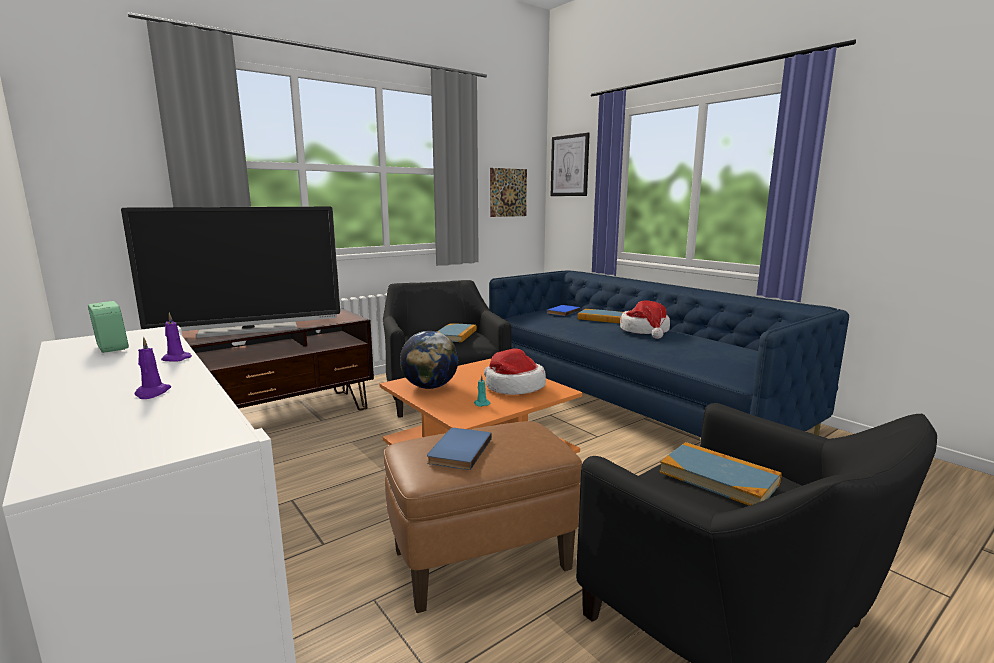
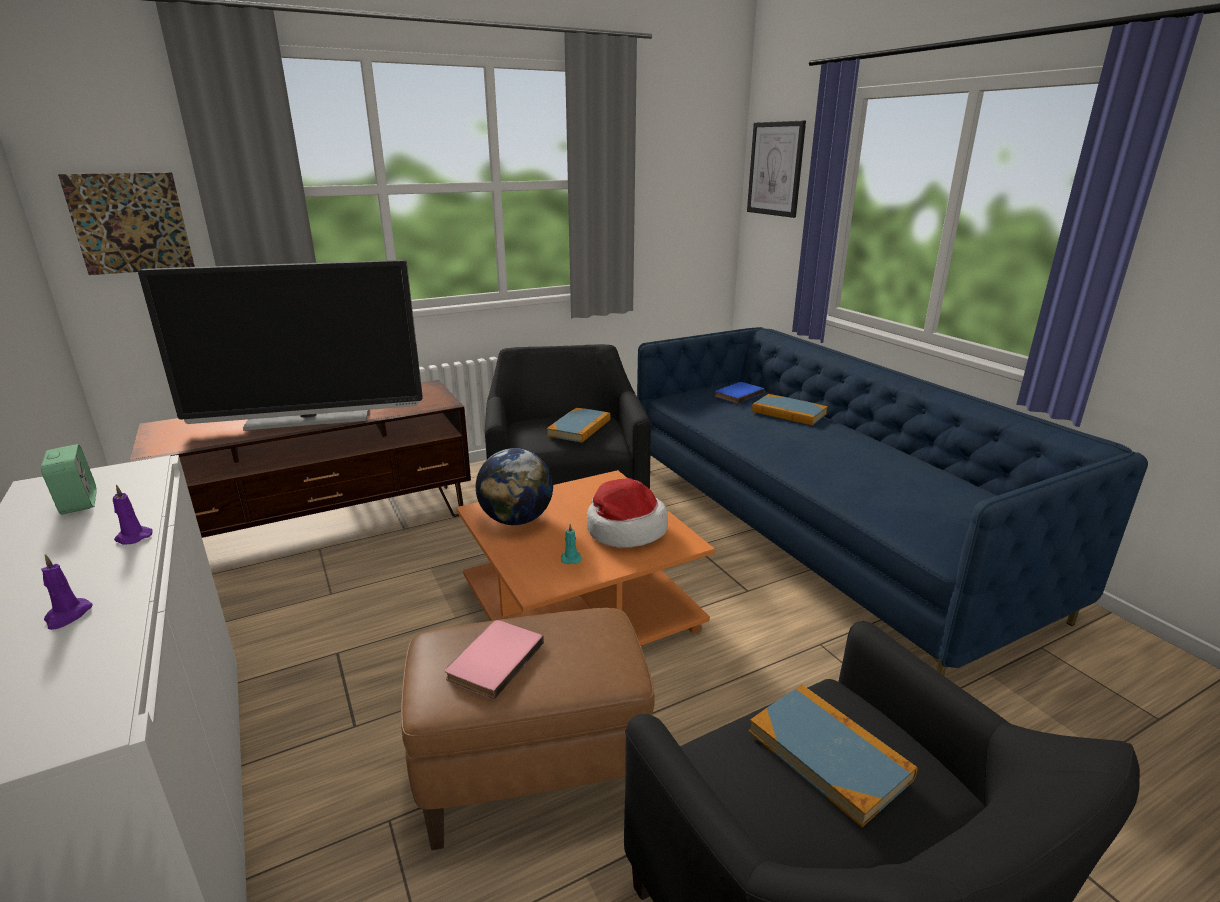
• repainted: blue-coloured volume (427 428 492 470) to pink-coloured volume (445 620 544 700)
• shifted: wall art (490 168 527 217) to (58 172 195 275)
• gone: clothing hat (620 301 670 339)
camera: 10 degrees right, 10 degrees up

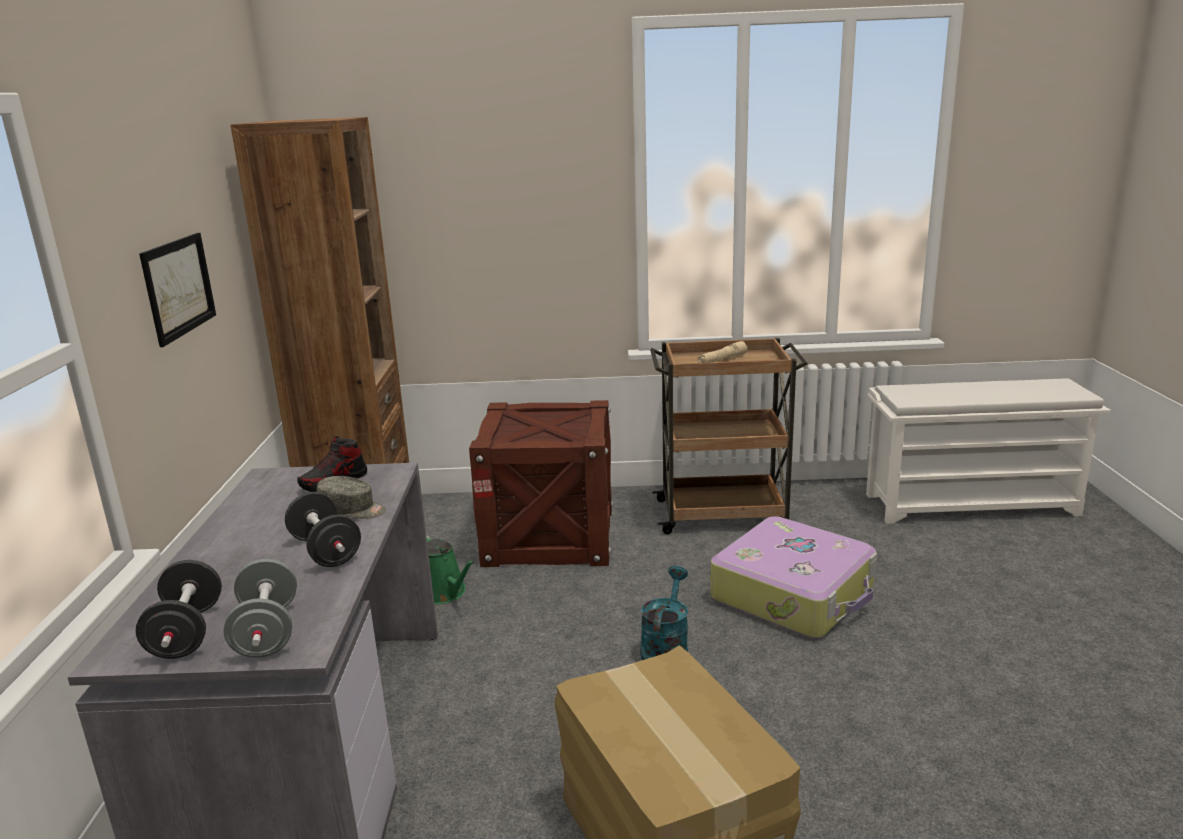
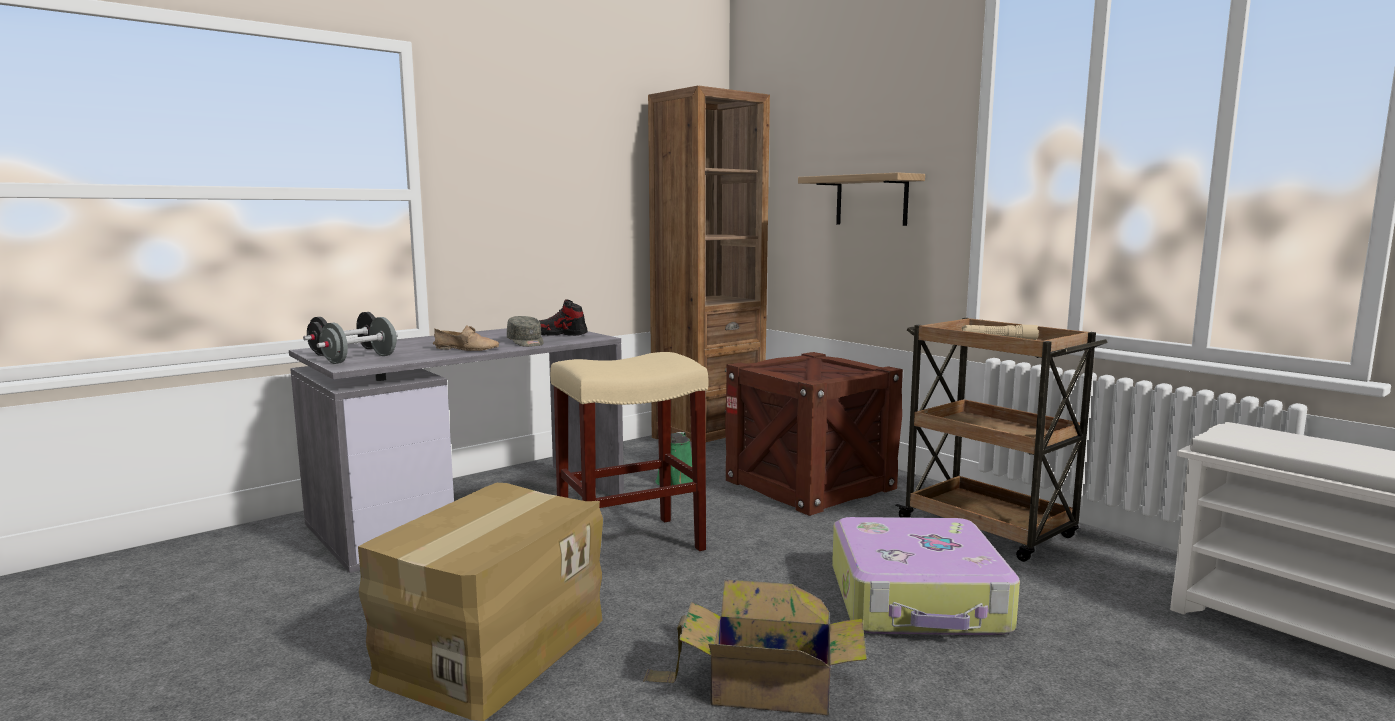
• gone: wall art (139 233 216 347)
• swapped: black-coloured free weight (285 492 361 567) to beige shoe (433 325 499 351)
• gone: turquoise watering can (640 566 688 660)
• new: beige stool (550 352 708 551)
• new: packing box (643 579 867 715)
• new: shelf (798 173 925 226)
camera: 50 degrees right, 10 degrees down

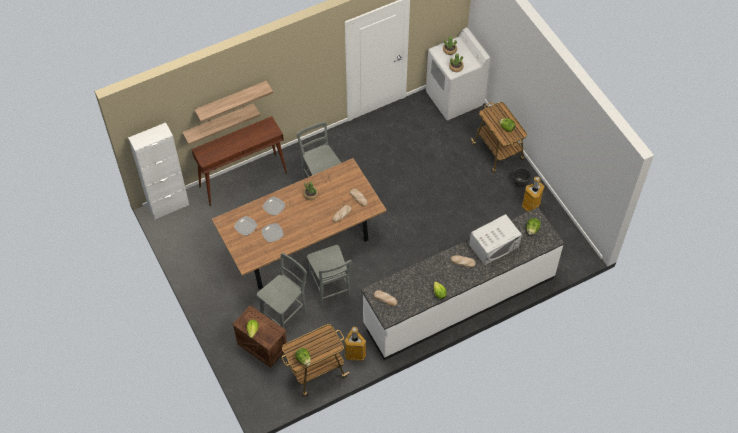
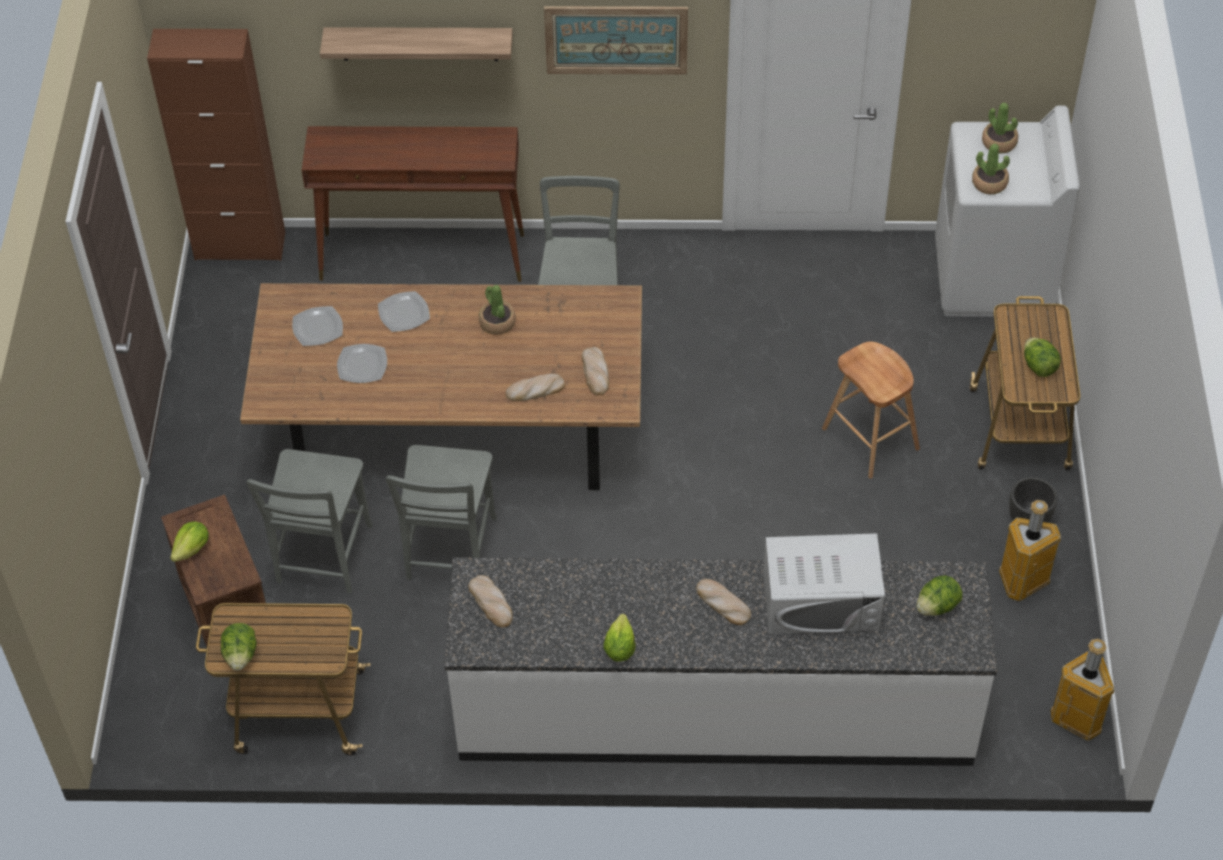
• repainted: white-coloured cabinet (128 122 189 220) to brown-coloured cabinet (147 29 285 261)
• gone: shelf (182 103 260 145)
• rotated: grey plain chair (257 253 307 328) = (246 449 373 593) 120 degrees clockwise
• shifted: waste bin (344 327 366 361) to (1051 639 1115 741)
• new: wall art (544 6 688 75)
• new: brown-coloured stool (822 341 920 479)
camera: 30 degrees right, 5 degrees down

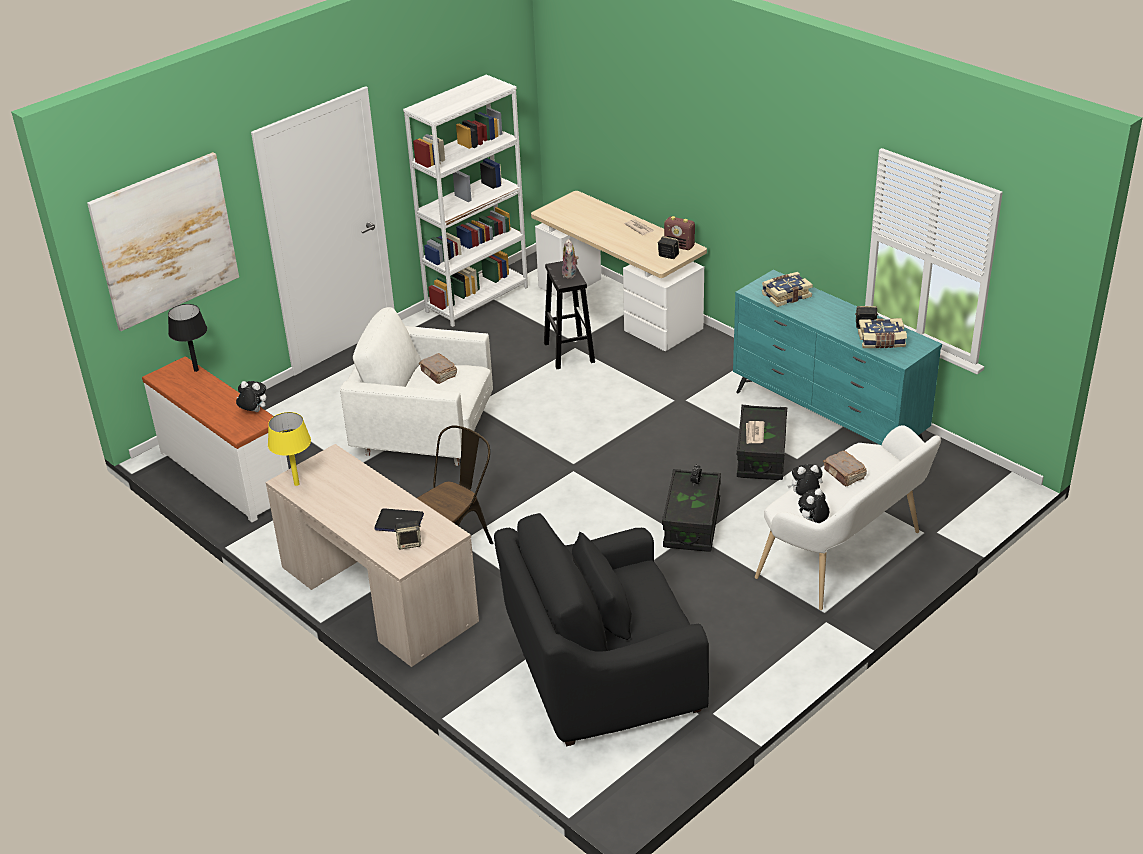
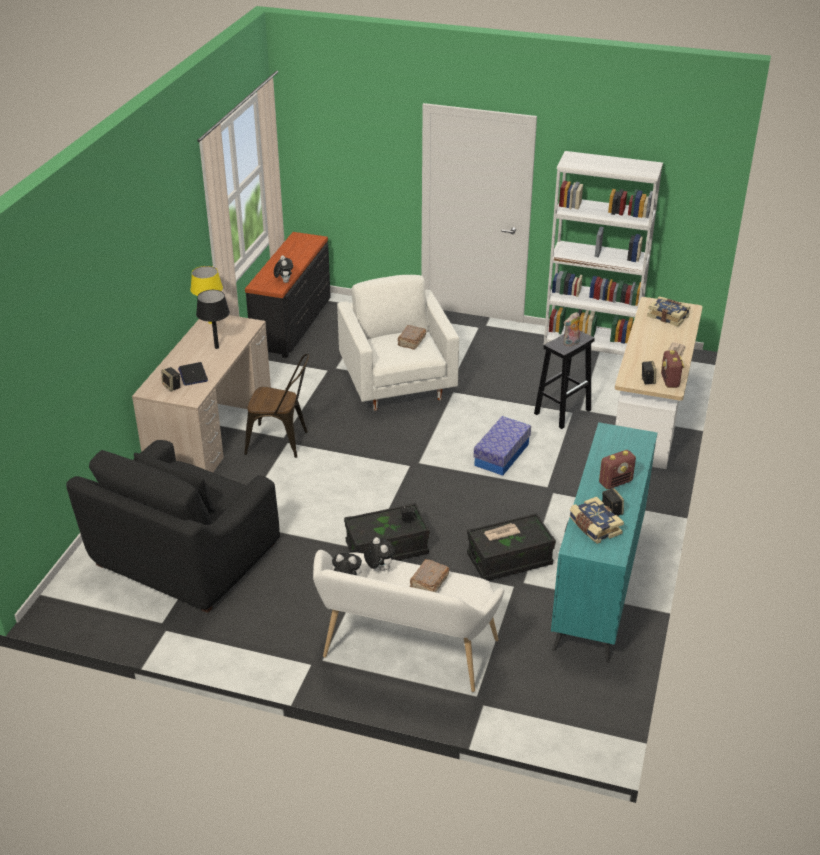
• gone: wall art (87 152 239 331)
• repainted: white-coloured dresser (142 356 289 522) to black-coloured dresser (245 232 331 358)
• shifted: black-coloured table lamp (168 304 207 372) to (196 290 230 349)
• rotated: black-coloured easy chair (494 513 709 746) = (66 440 280 613) 105 degrees counterclockwise
• shifted: volume (762 272 813 307) to (647 296 690 326)
• new: storage box (474 416 531 476)
• new: radio set (599 450 636 489)
camera: 60 degrees right, 0 degrees up

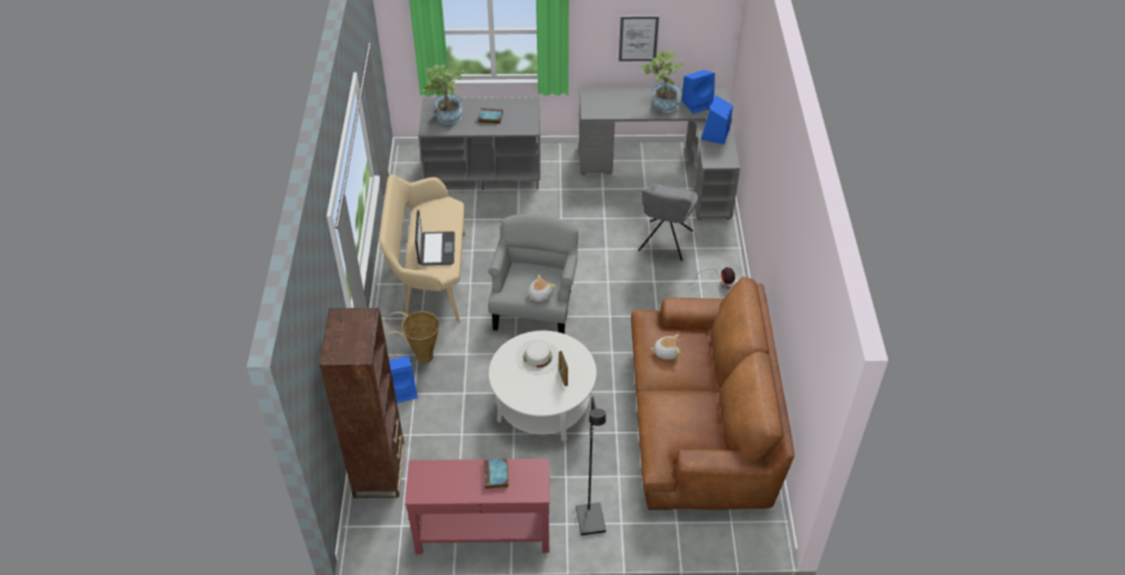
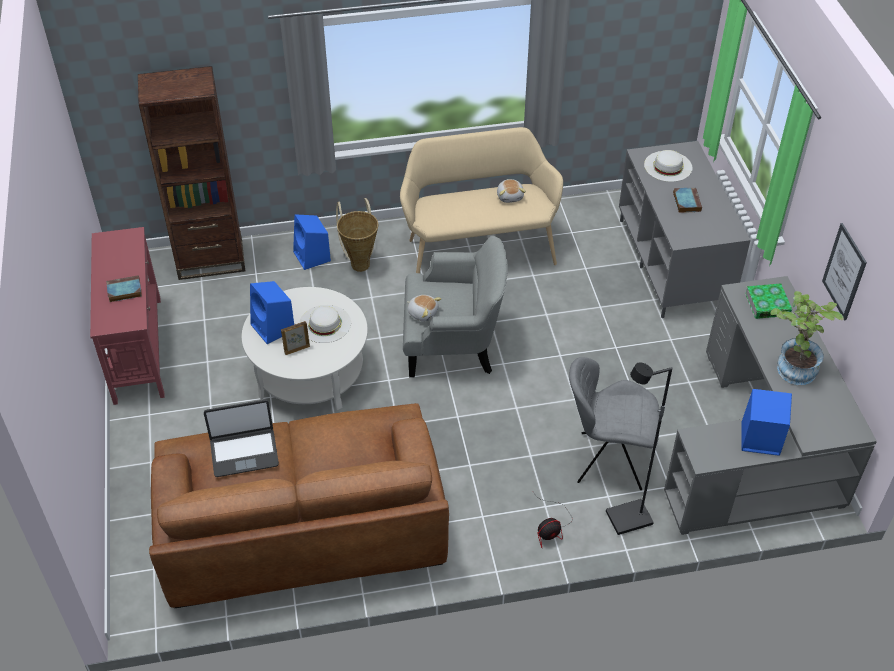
• shifted: notebook computer (415 210 455 266) to (204 400 279 477)
• swapped: plant in a pot (423 64 465 124) to white-coloured clothing hat (644 150 692 182)
• shifted: black-coloured standard lamp (576 396 606 536) to (606 362 672 535)
• shifted: soft toy (651 334 681 360) to (497 179 526 203)
• shifted: blue-coloured speaker (682 70 715 114) to (250 281 294 344)
• new: volume (745 283 792 319)
camera: 80 degrees right, 0 degrees up

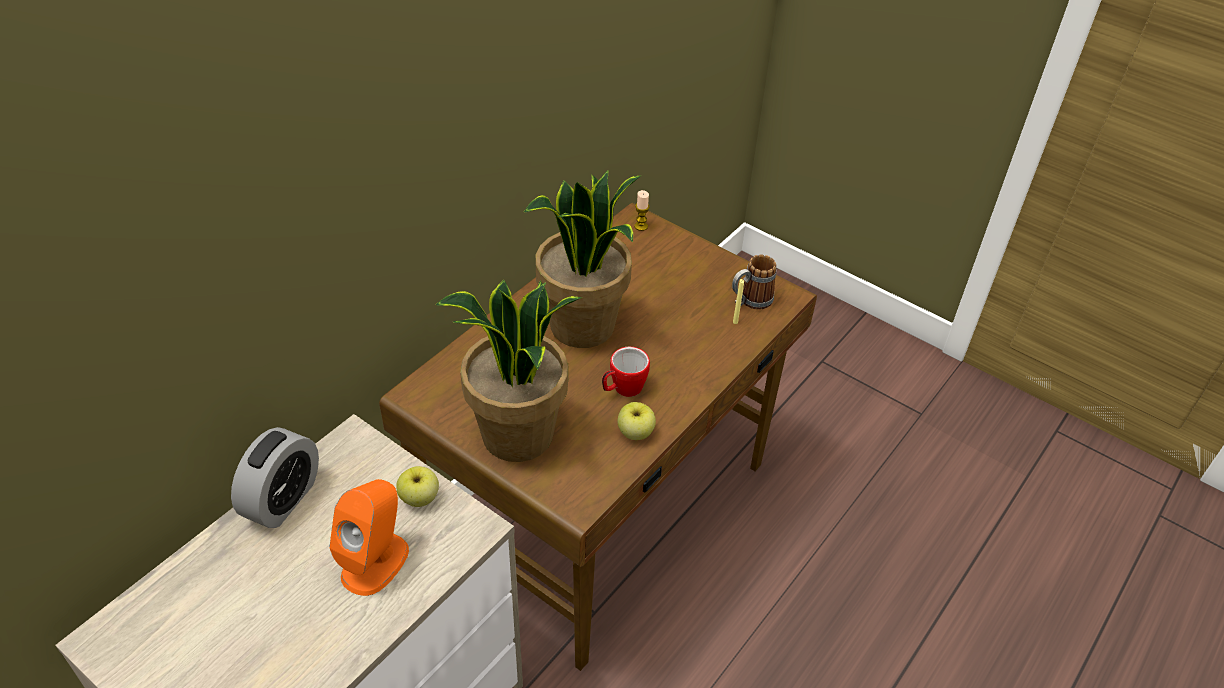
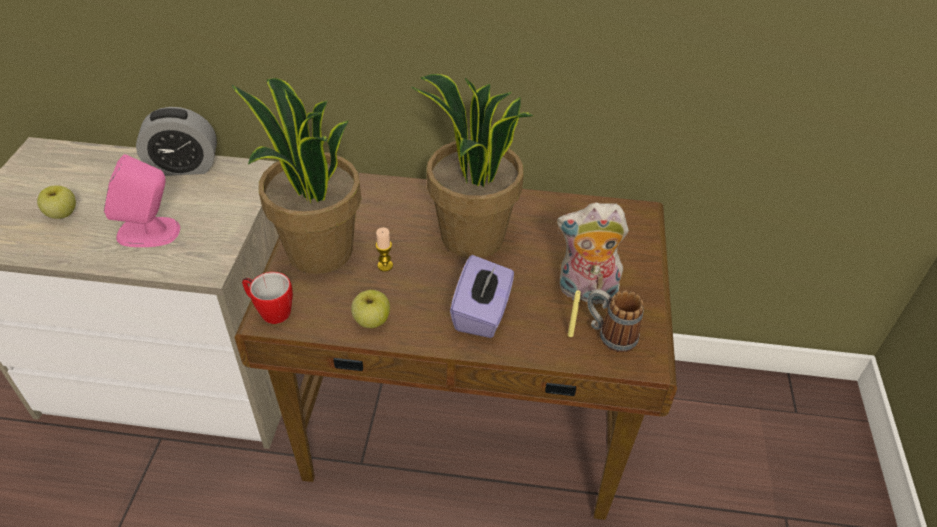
• repainted: orange-coloured speaker (329 479 409 596) to pink-coloured speaker (104 154 180 247)
• shifted: apple (396 466 439 507) to (37 185 76 219)
• shifted: tea mug (602 347 650 397) to (242 272 293 324)
• shifted: wax candle (634 190 650 231) to (376 227 393 271)
• new: purplish box of tissues (450 255 514 338)
• new: soft toy (557 202 629 305)
camera: 60 degrees right, 0 degrees up

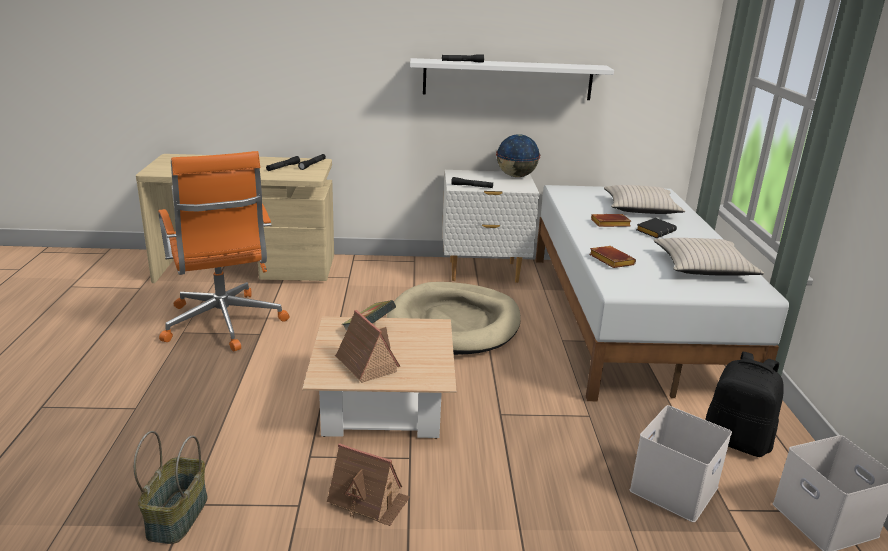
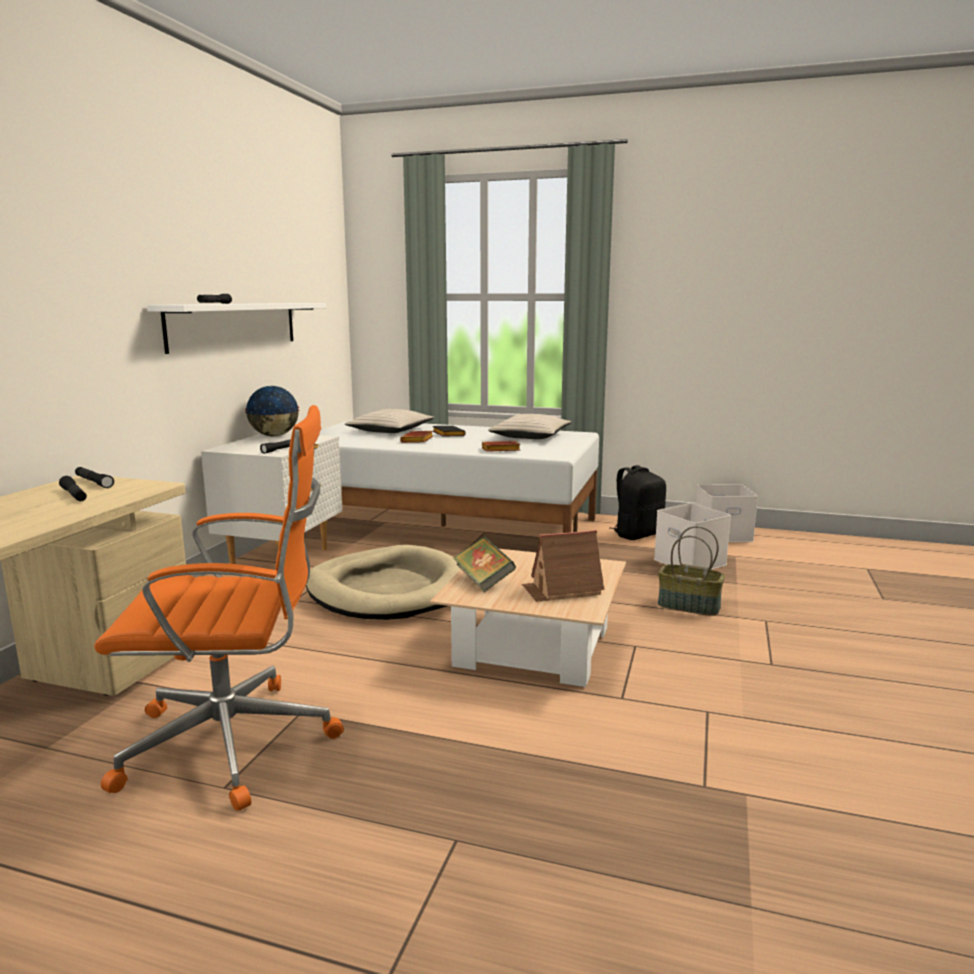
• shifted: storage basket (134 431 208 544) to (658 526 725 616)
• gone: miniature house (327 443 410 526)
camera: 70 degrees left, 10 degrees down

